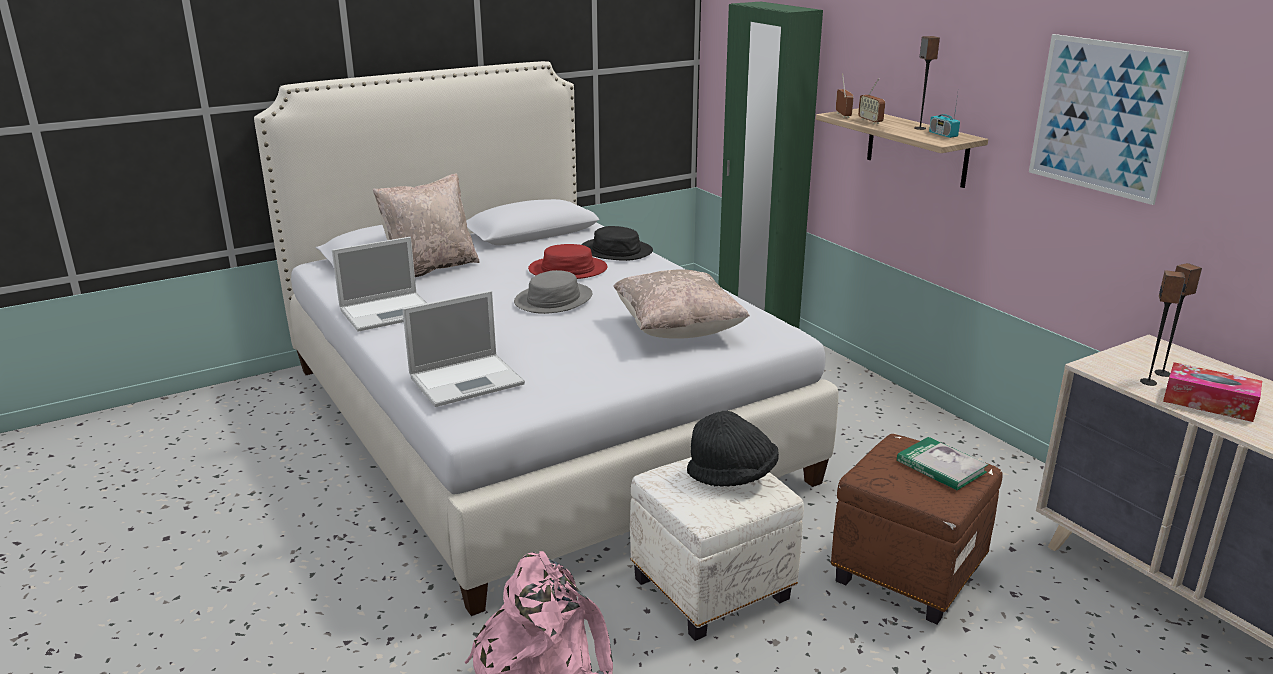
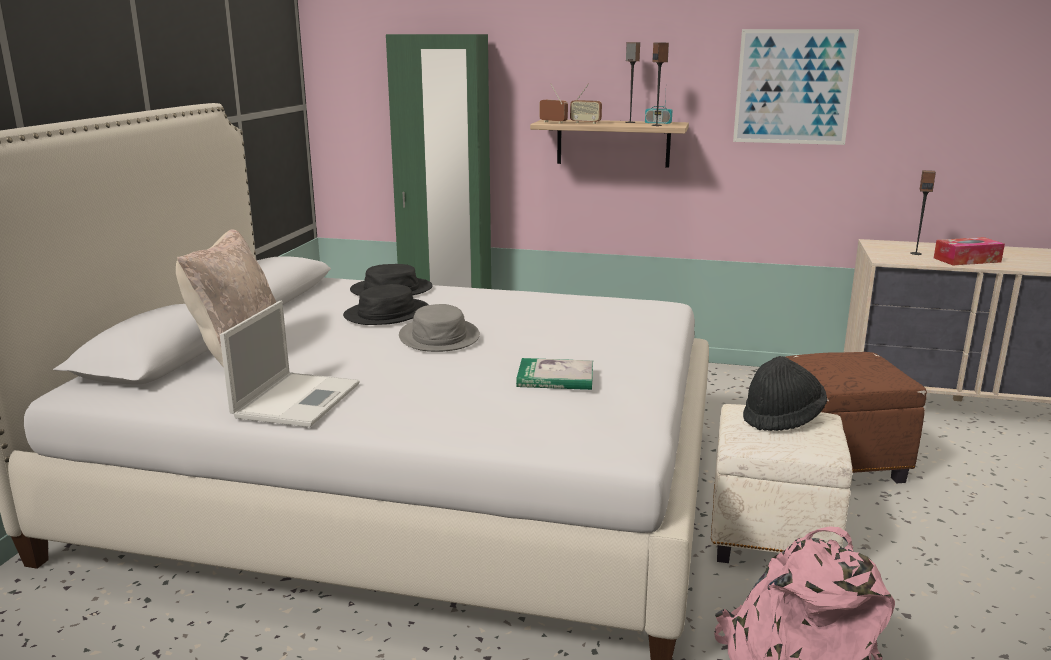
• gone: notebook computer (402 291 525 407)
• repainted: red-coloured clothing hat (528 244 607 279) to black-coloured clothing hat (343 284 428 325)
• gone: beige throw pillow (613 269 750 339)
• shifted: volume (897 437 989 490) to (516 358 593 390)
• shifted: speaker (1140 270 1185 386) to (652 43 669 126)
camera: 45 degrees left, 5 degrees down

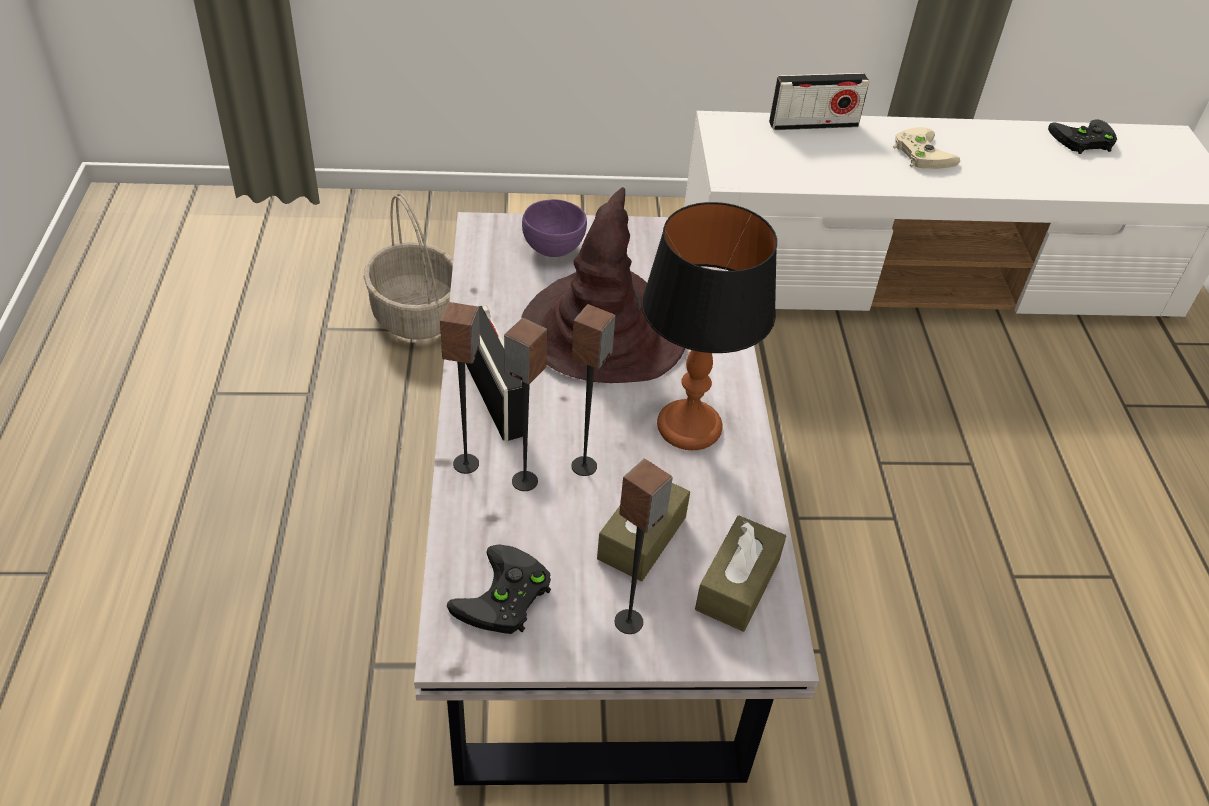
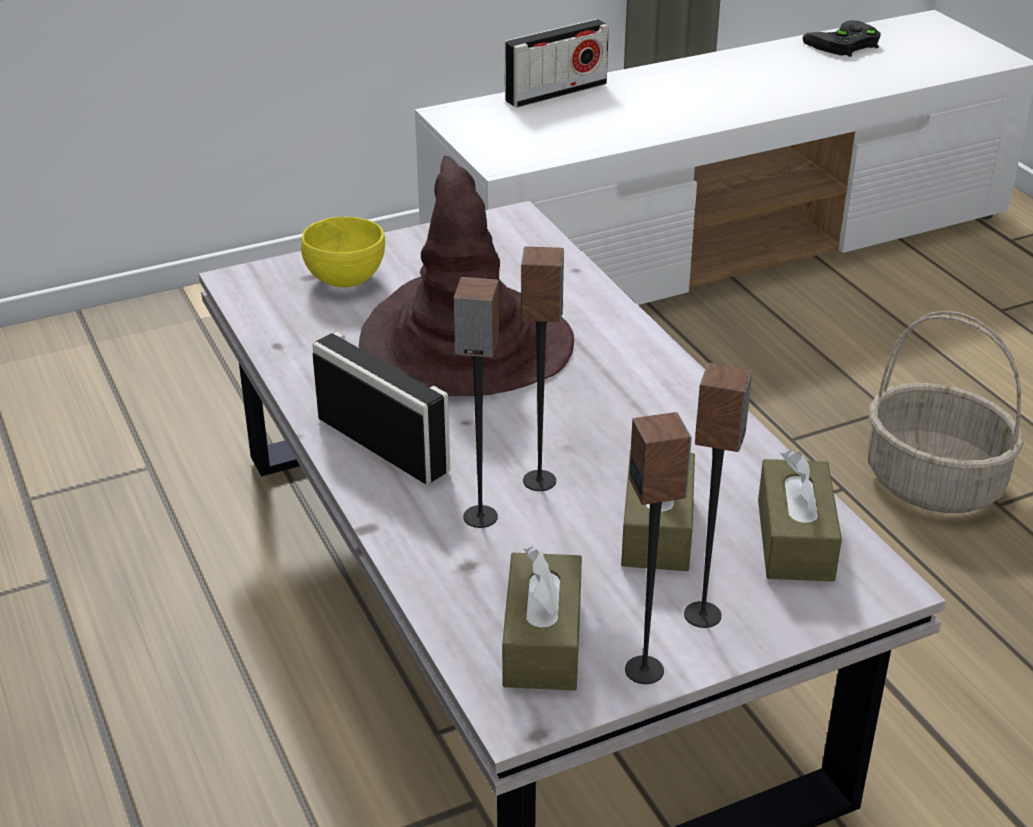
• shifted: storage basket (364 193 453 340) to (867 310 1024 513)
• shifted: speaker (440 302 480 474) to (625 412 692 684)
• swapped: black-coloured gamepad (447 544 551 634) to brown-coloured box of tissues (502 547 582 691)
• repainted: purplish bowl (522 199 587 257) to yellowish bowl (301 216 385 287)
• gone: table lamp (642 202 777 450)
• gone: beige gamepad (893 127 960 169)
camera: 20 degrees left, 10 degrees down

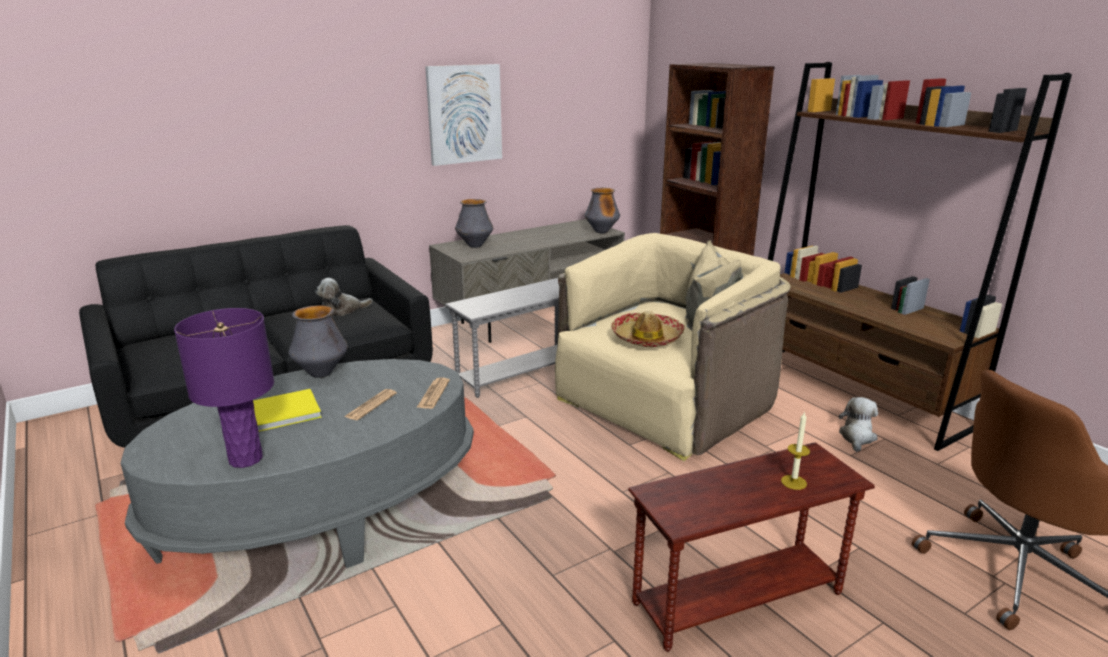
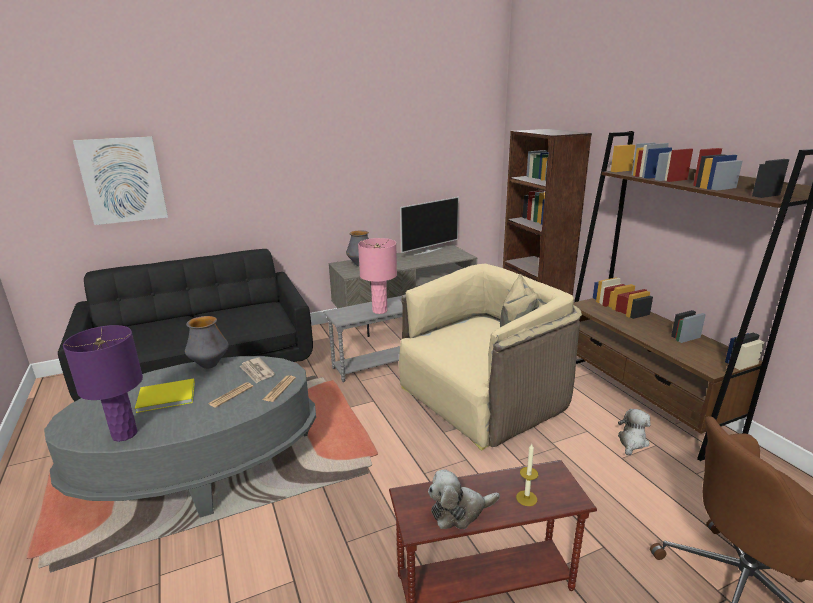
• shifted: soft toy (315 278 373 316) to (428 469 500 529)
• shifted: wall art (425 64 502 166) to (73 136 168 225)
• gone: vase (584 188 620 233)
• gone: clothing hat (611 311 685 347)
• new: newspaper (239 358 275 384)
• new: pink-coloured table lamp (358 238 397 314)
• new: TV (400 197 459 255)
camera: 10 degrees right, 0 degrees up

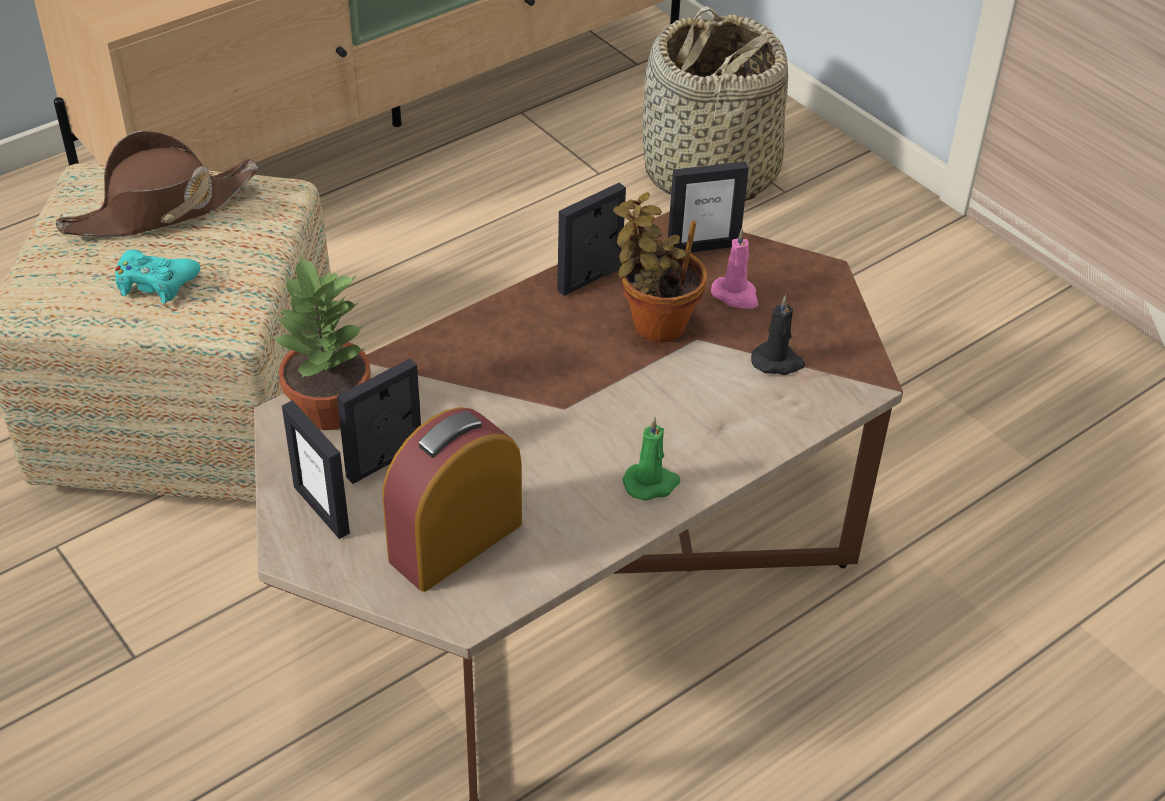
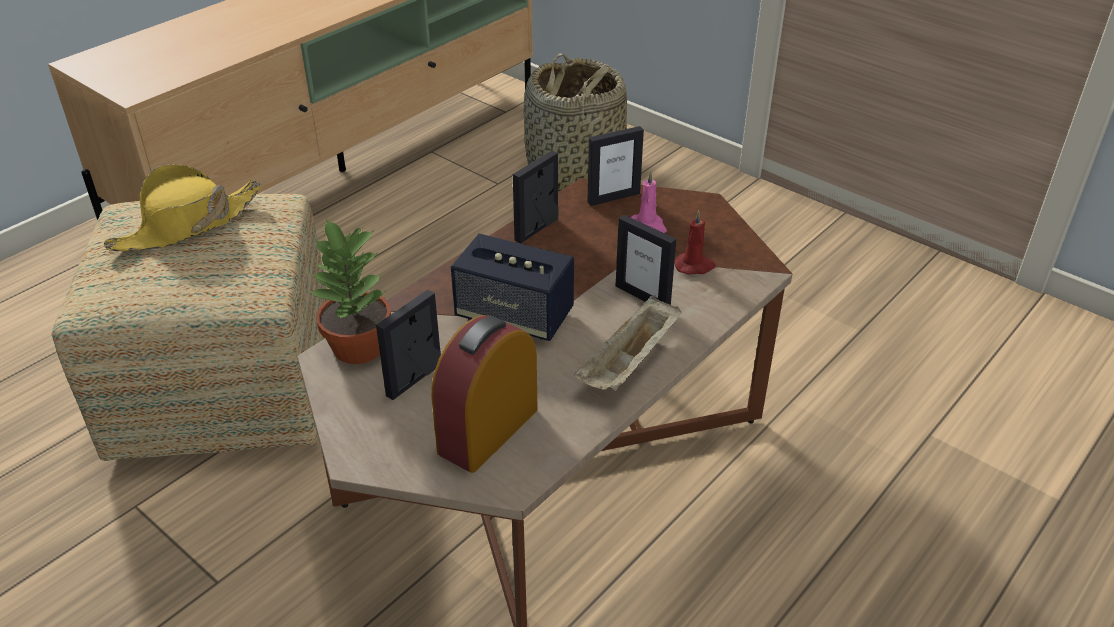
• repainted: brown-coloured clothing hat (56 131 258 237) to yellowish clothing hat (104 164 261 251)
• gone: turquoise gamepad (115 249 200 303)
• shifted: photo frame (282 400 350 539) to (616 215 676 305)
• gone: plant in a pot (613 192 707 342)
• swapped: greenish wax candle (623 417 680 501) to beige serving tray (574 295 682 391)
• repainted: black-coloured wax candle (751 295 805 375) to red-coloured wax candle (674 211 716 275)
• new: speaker (451 234 574 341)
camera: 10 degrees left, 5 degrees down

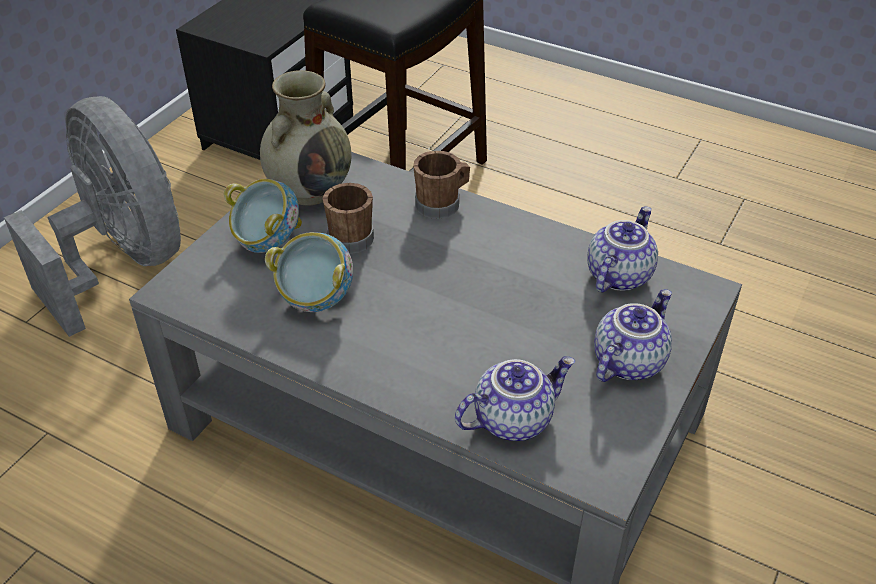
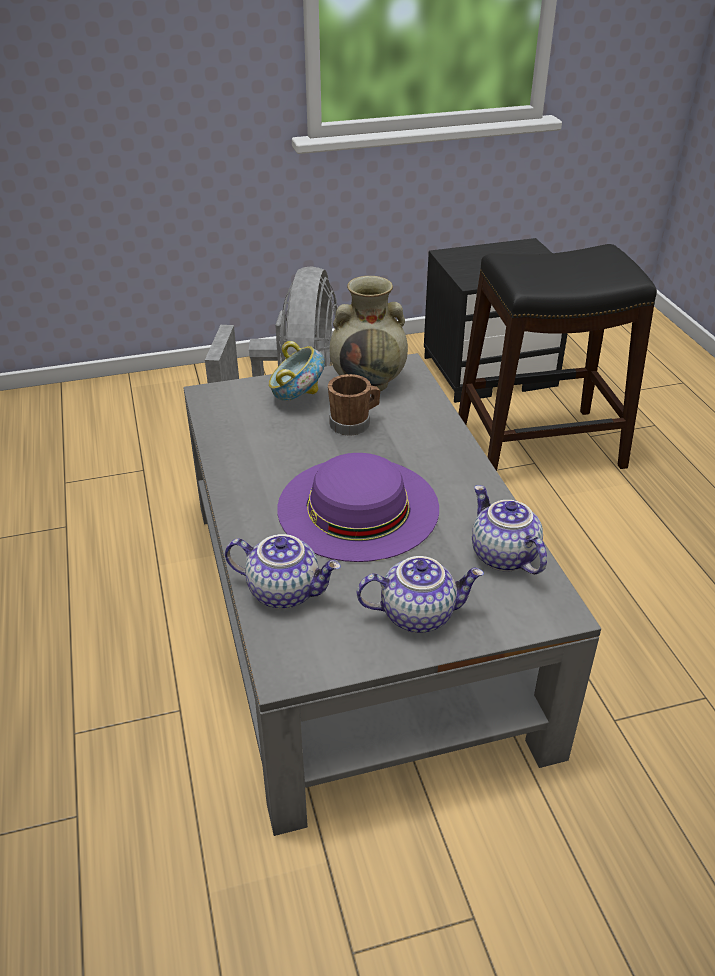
• gone: bowl (265 232 353 312)
• gone: brown-coloured tea mug (413 151 470 219)
• rotated: tea pot (587 206 658 293) = (472 485 547 574) 105 degrees counterclockwise
• new: purplish clothing hat (277 453 439 562)
camera: 45 degrees right, 5 degrees down

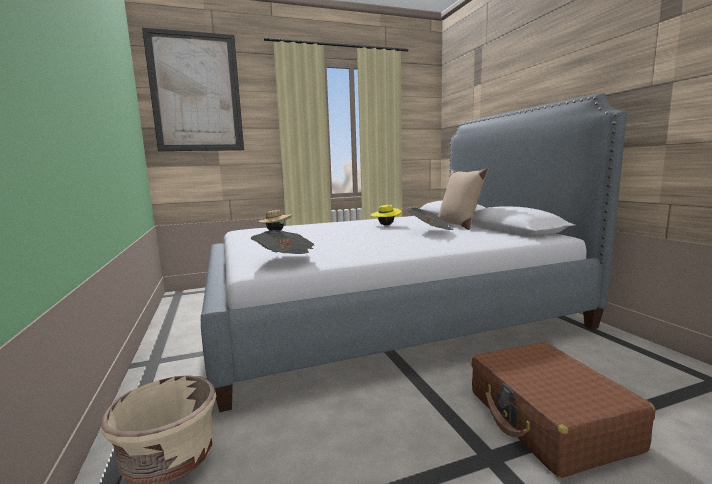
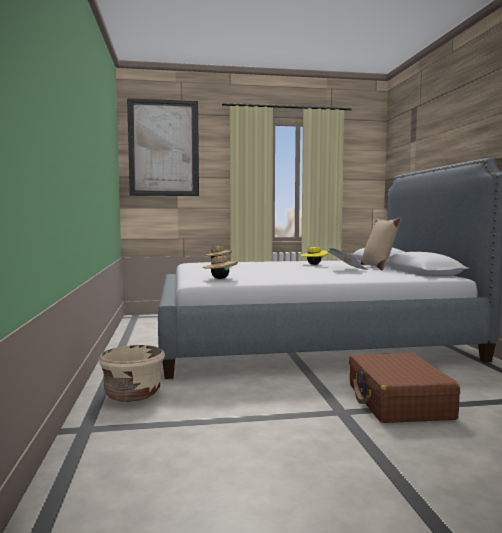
• swapped: newspaper (251 230 314 254) to beige clothing hat (203 255 238 279)
camera: 10 degrees right, 5 degrees down

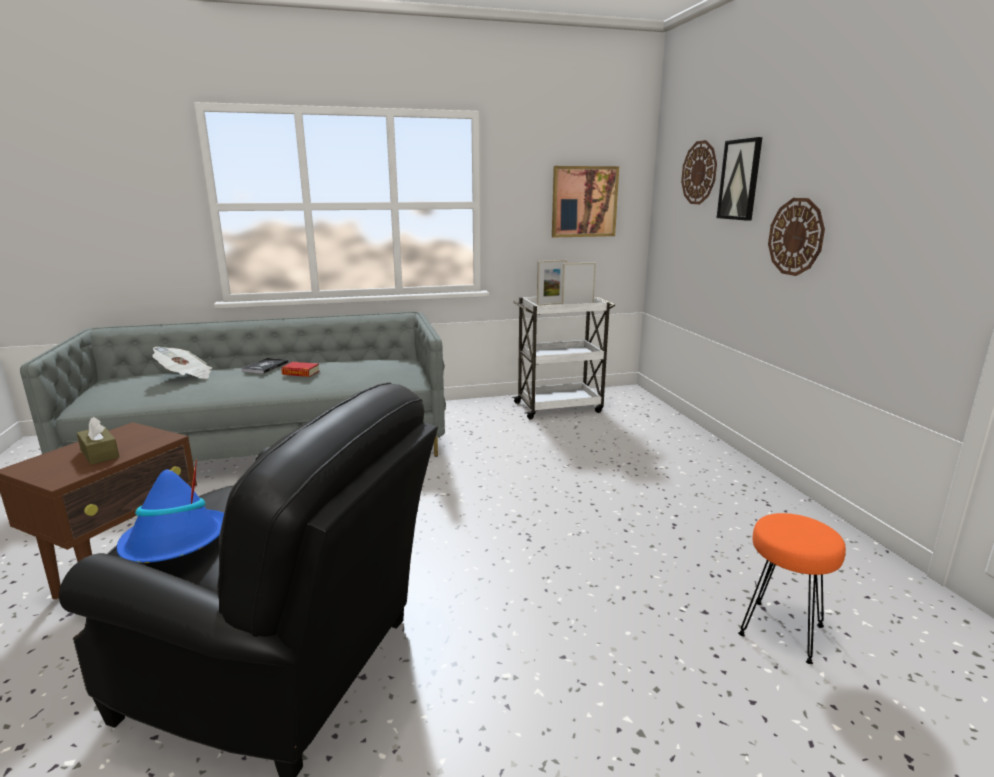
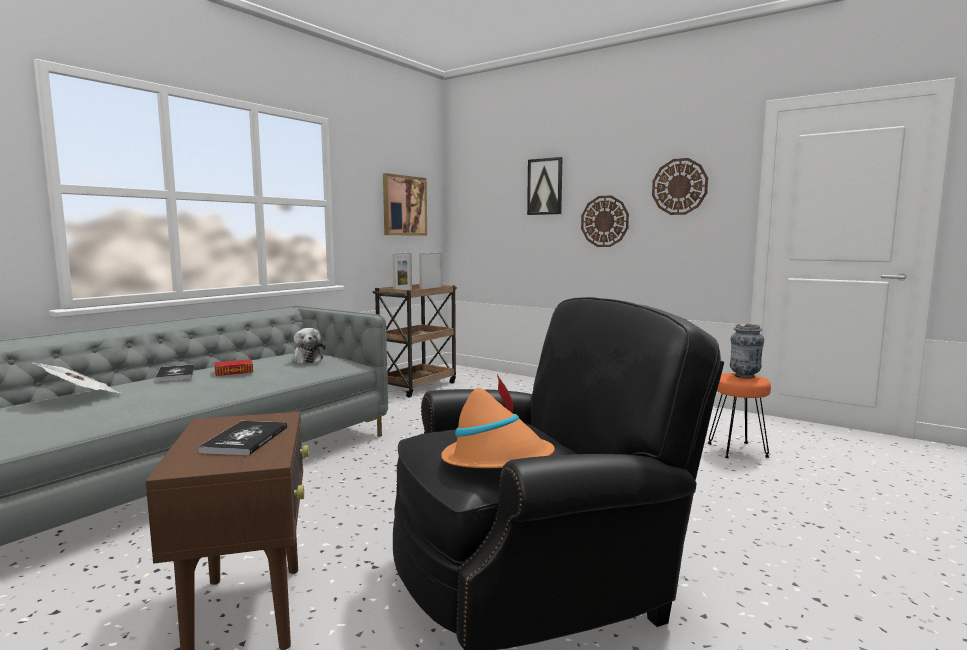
• swapped: brown-coloured box of tissues (77 417 119 465) to volume (198 421 288 455)
• repainted: blue-coloured clothing hat (117 459 224 563) to orange-coloured clothing hat (441 374 555 468)
• repainted: white-coloured wheeled cart (512 297 615 419) to brown-coloured wheeled cart (372 284 457 398)
• shifted: clock on the wall (681 140 717 204) to (652 158 708 215)
• new: soft toy (291 328 326 364)
• new: vase (730 324 764 379)
camera: 40 degrees left, 10 degrees down

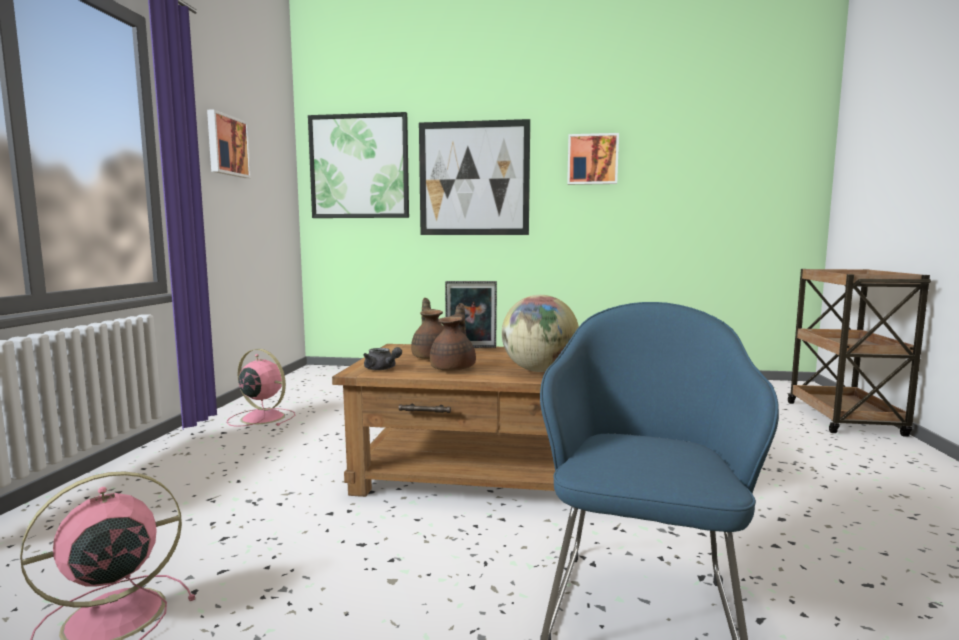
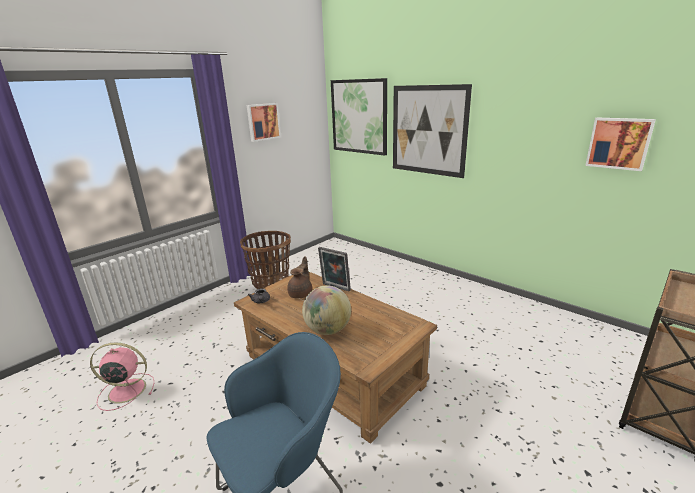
• swapped: pink-coloured fan (227 349 295 427) to storage basket (240 231 291 289)
• gone: brown-coloured tea pot (430 303 476 371)
• shifted: wall art (567 133 619 185) to (585 117 656 171)
camera: 35 degrees right, 15 degrees up

